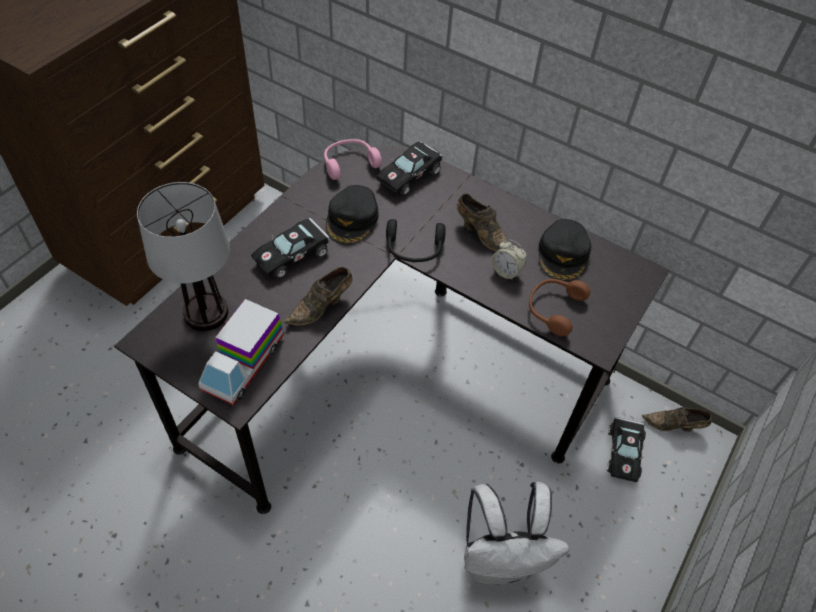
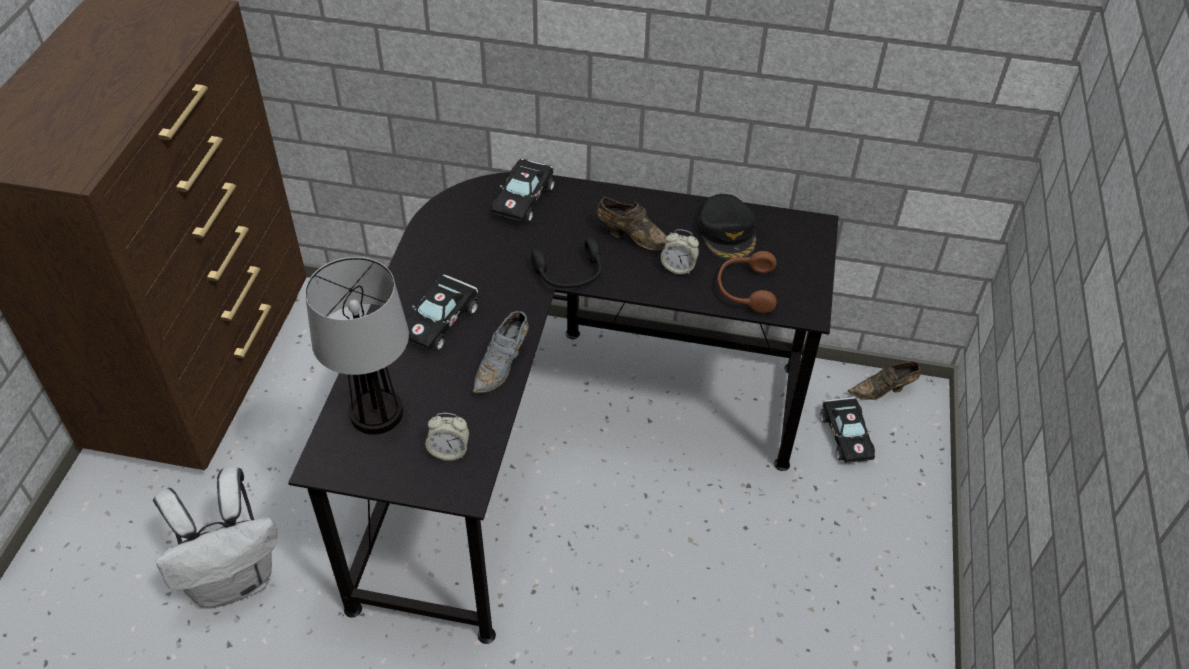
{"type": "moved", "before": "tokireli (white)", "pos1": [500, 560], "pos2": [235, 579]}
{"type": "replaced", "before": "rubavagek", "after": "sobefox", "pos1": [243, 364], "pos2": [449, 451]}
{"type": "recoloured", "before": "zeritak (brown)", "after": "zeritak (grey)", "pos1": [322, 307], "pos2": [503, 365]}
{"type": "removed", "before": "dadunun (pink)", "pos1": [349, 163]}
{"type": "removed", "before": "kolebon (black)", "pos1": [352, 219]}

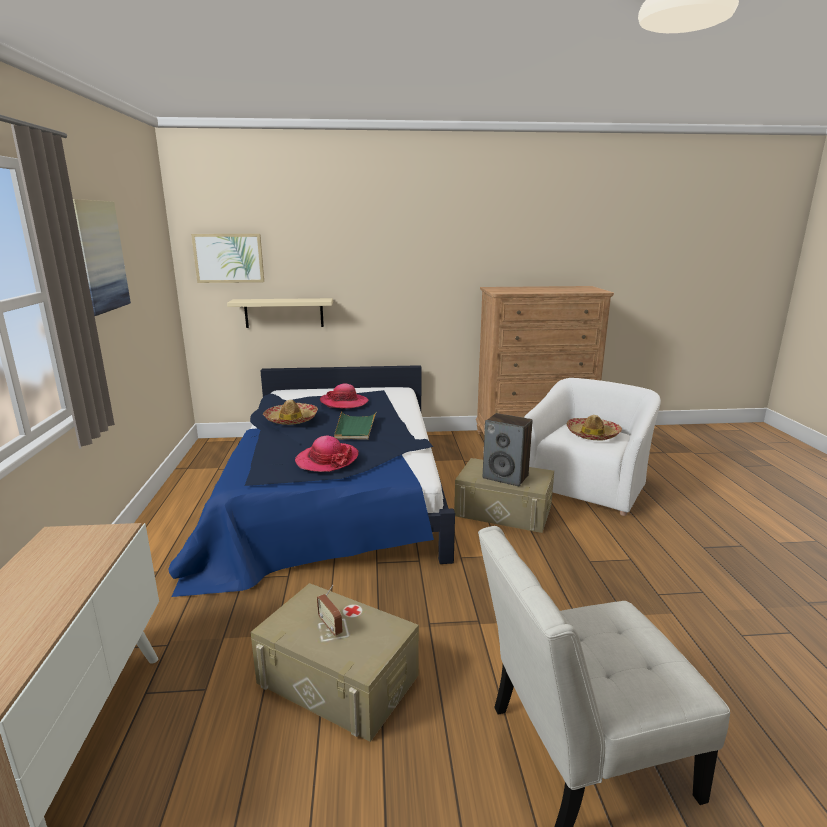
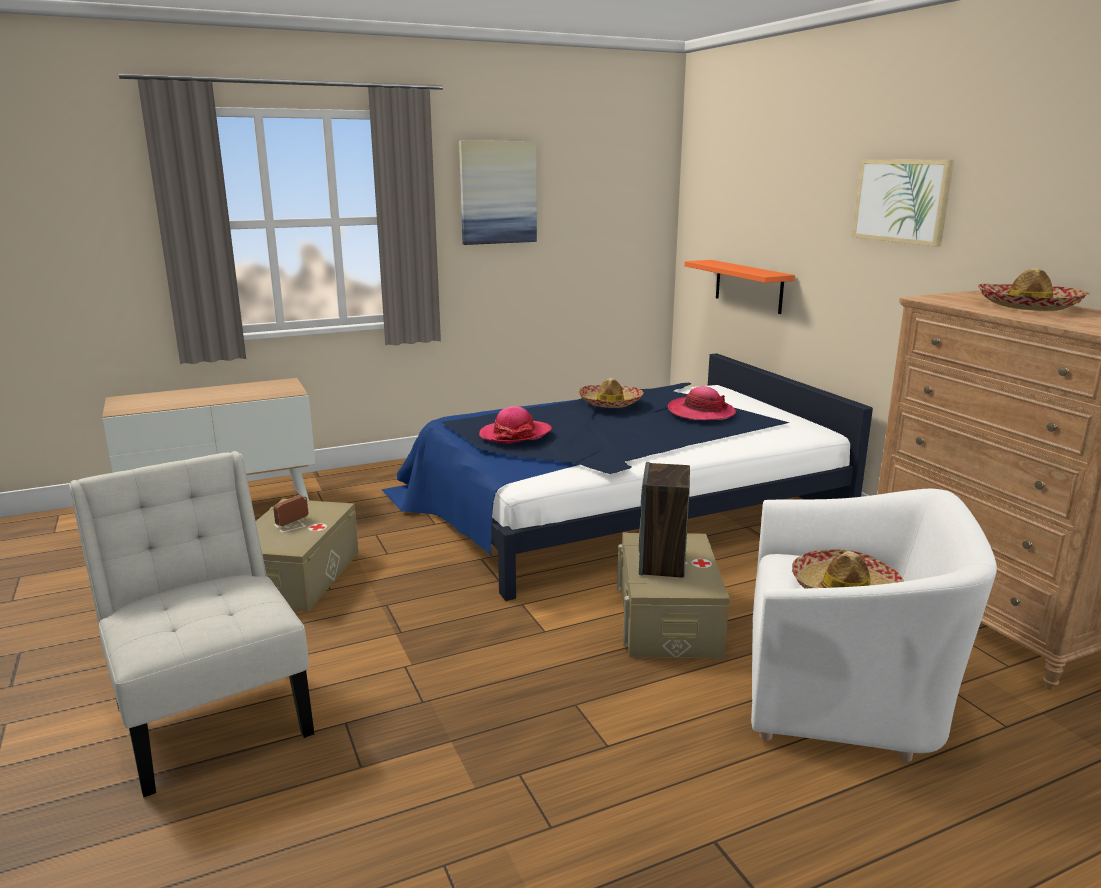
{"type": "recoloured", "before": "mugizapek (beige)", "after": "mugizapek (orange)", "pos1": [284, 313], "pos2": [748, 286]}
{"type": "moved", "before": "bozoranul", "pos1": [229, 258], "pos2": [901, 201]}
{"type": "added", "after": "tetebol", "pos2": [1029, 306]}
{"type": "removed", "before": "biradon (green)", "pos1": [355, 428]}

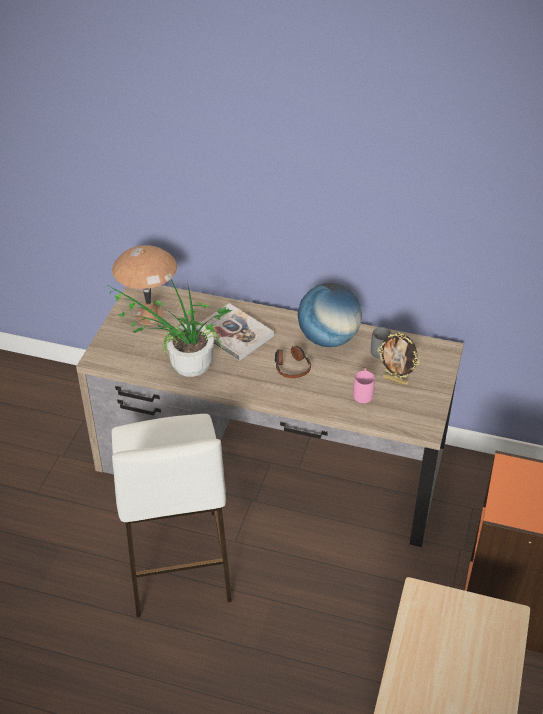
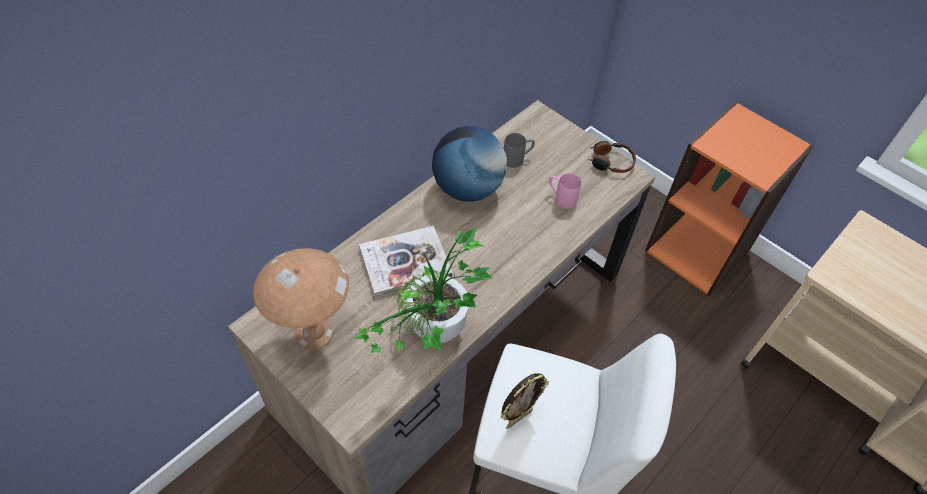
{"type": "moved", "before": "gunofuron", "pos1": [395, 380], "pos2": [518, 418]}
{"type": "moved", "before": "dadunun", "pos1": [291, 366], "pos2": [610, 162]}

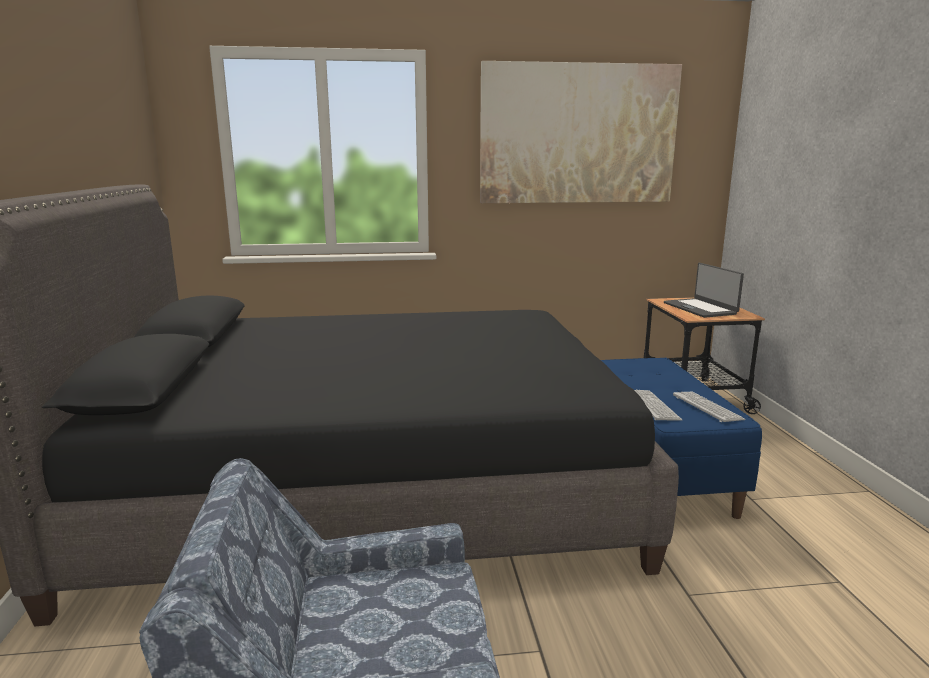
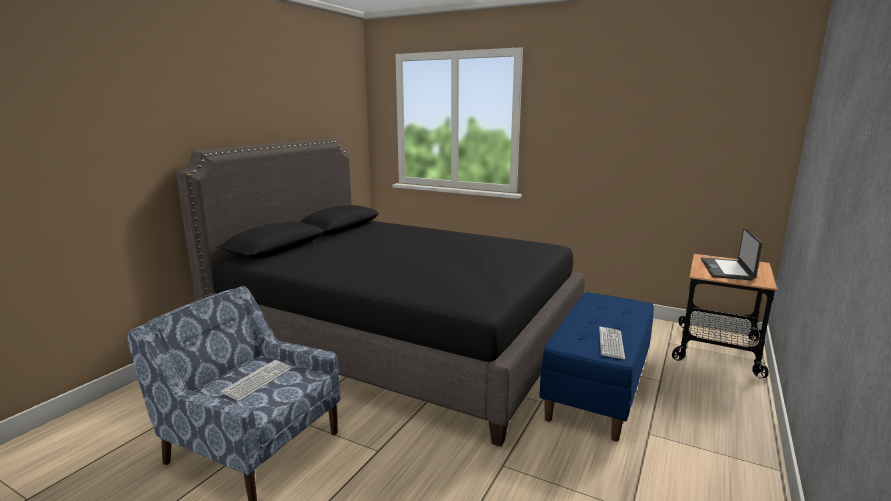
{"type": "moved", "before": "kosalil", "pos1": [653, 406], "pos2": [258, 381]}
{"type": "removed", "before": "bozoranul", "pos1": [578, 134]}

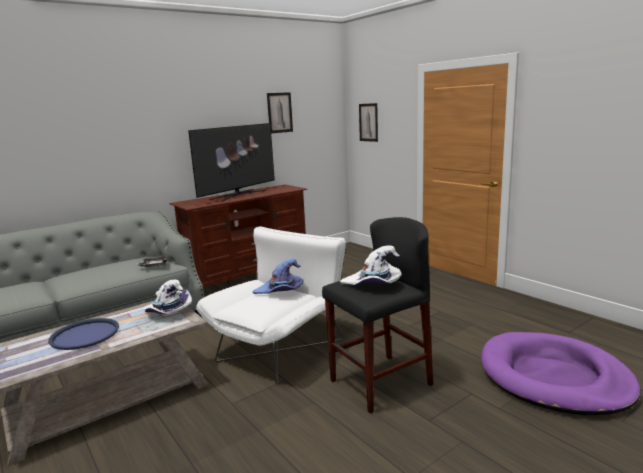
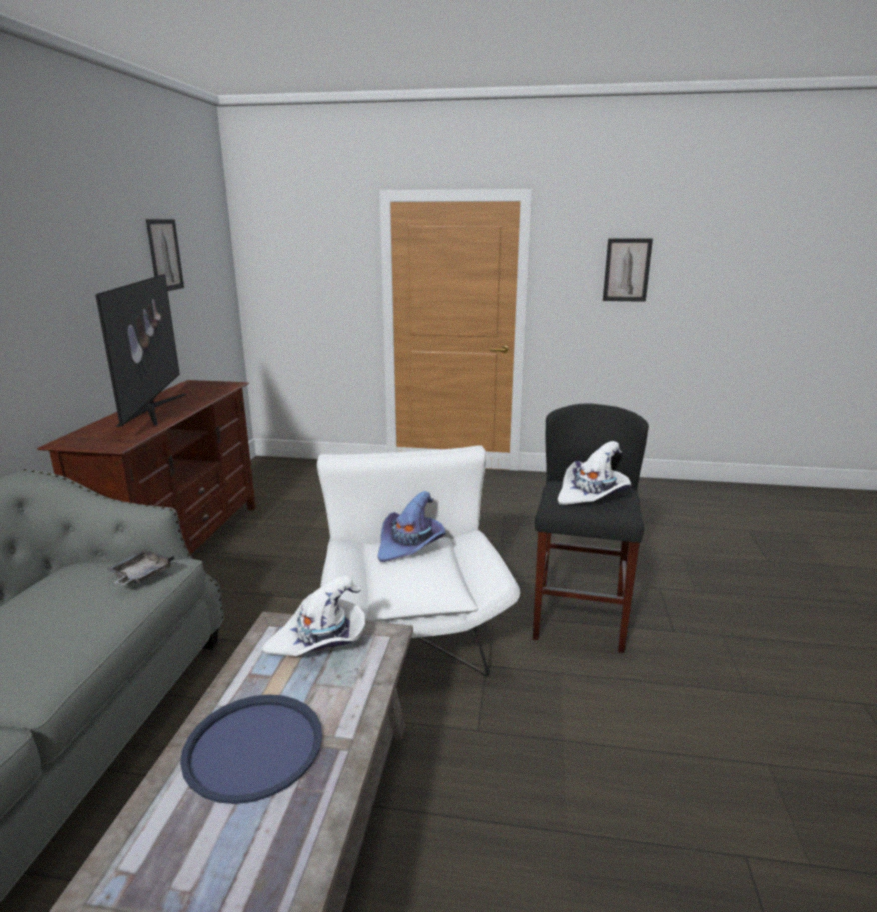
{"type": "moved", "before": "bozoranul", "pos1": [368, 122], "pos2": [627, 270]}
{"type": "removed", "before": "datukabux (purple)", "pos1": [554, 377]}

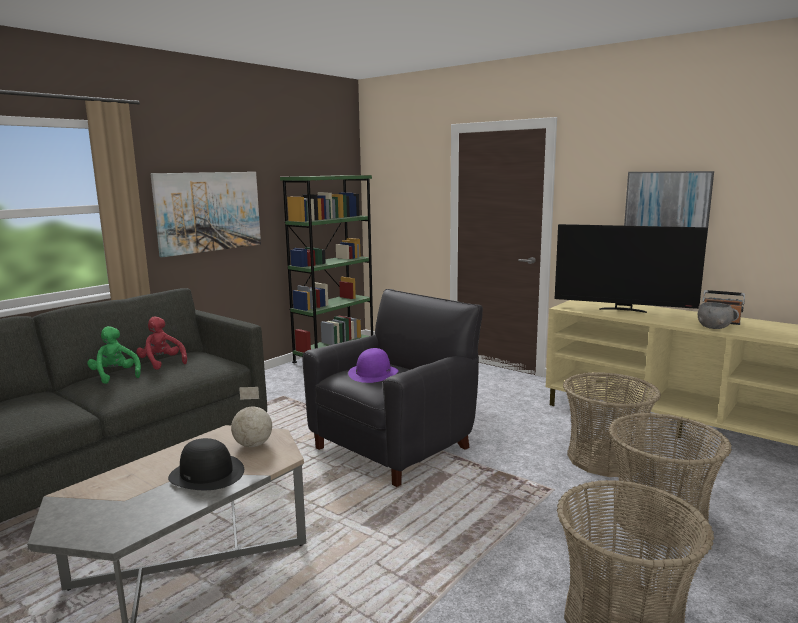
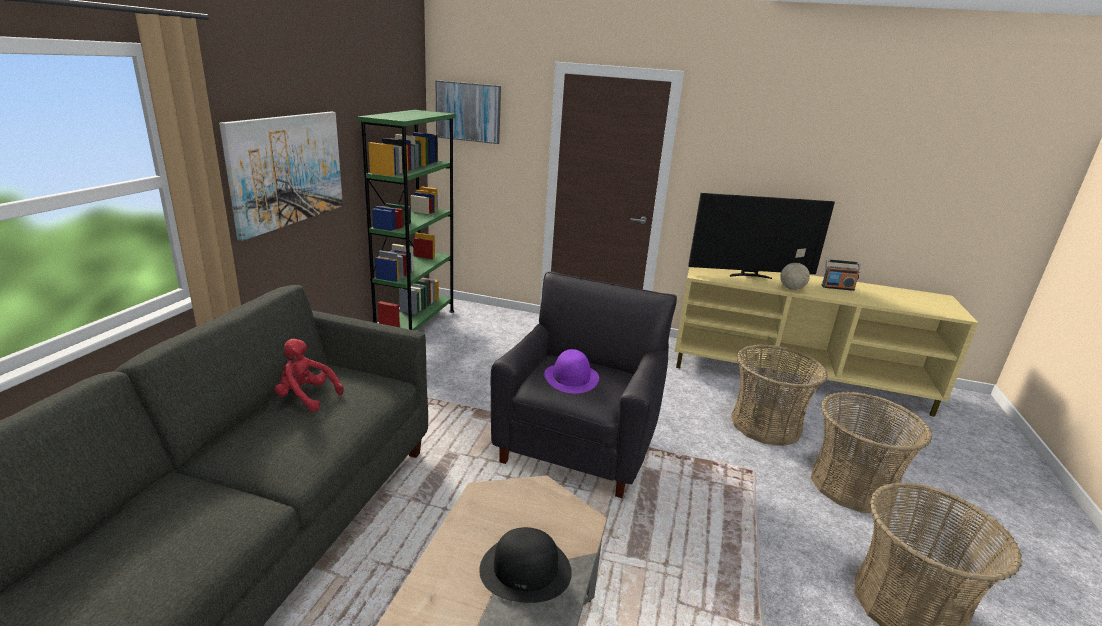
{"type": "moved", "before": "bozoranul", "pos1": [667, 204], "pos2": [468, 112]}
{"type": "moved", "before": "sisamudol", "pos1": [253, 445], "pos2": [792, 289]}
{"type": "removed", "before": "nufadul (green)", "pos1": [115, 376]}
{"type": "removed", "before": "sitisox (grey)", "pos1": [713, 327]}

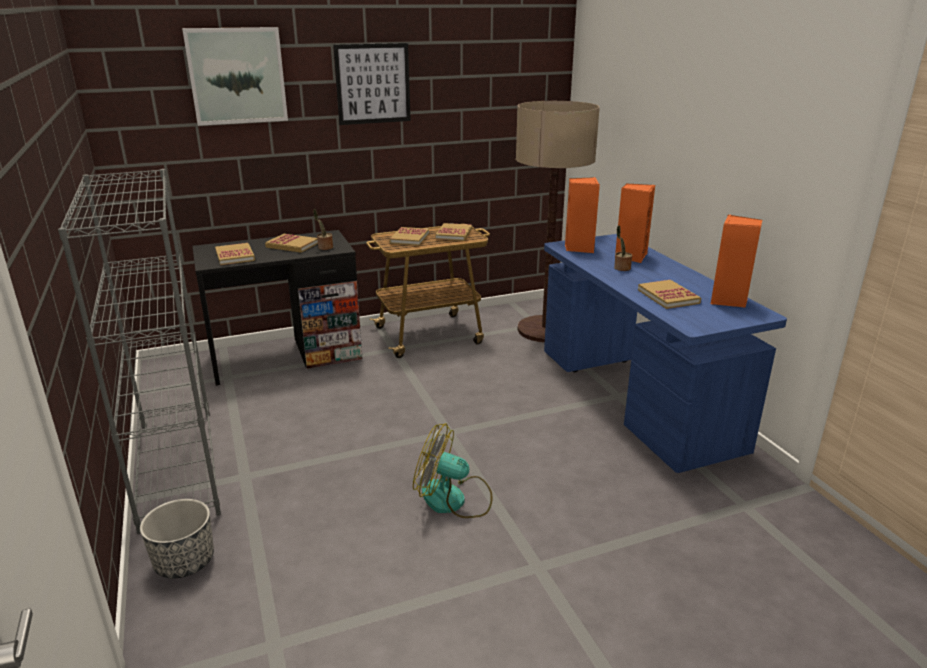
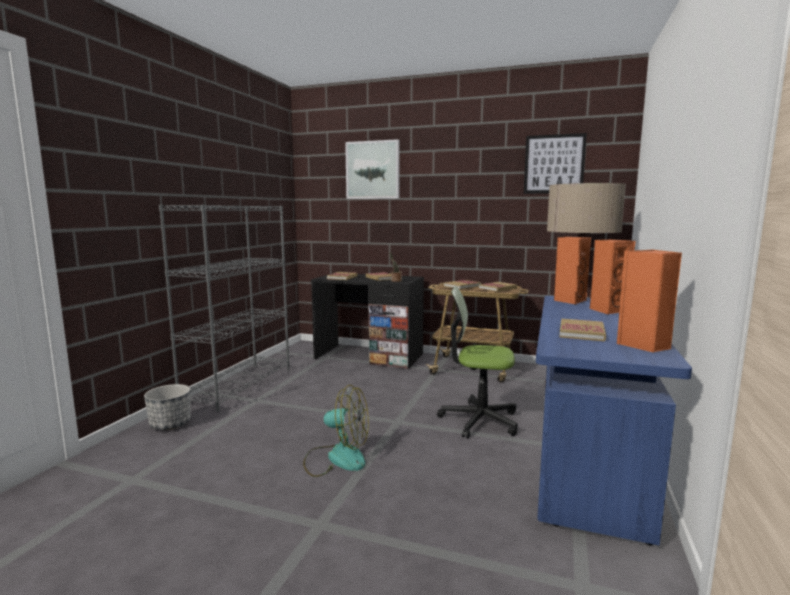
{"type": "turned", "before": "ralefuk", "pos1": [454, 499], "pos2": [337, 458], "turn": 135}
{"type": "added", "after": "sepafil", "pos2": [479, 420]}
{"type": "moved", "before": "bozoranul", "pos1": [373, 84], "pos2": [554, 164]}
{"type": "removed", "before": "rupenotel", "pos1": [621, 268]}

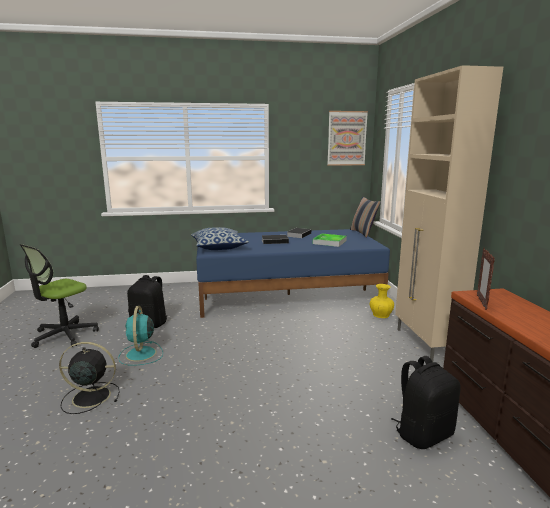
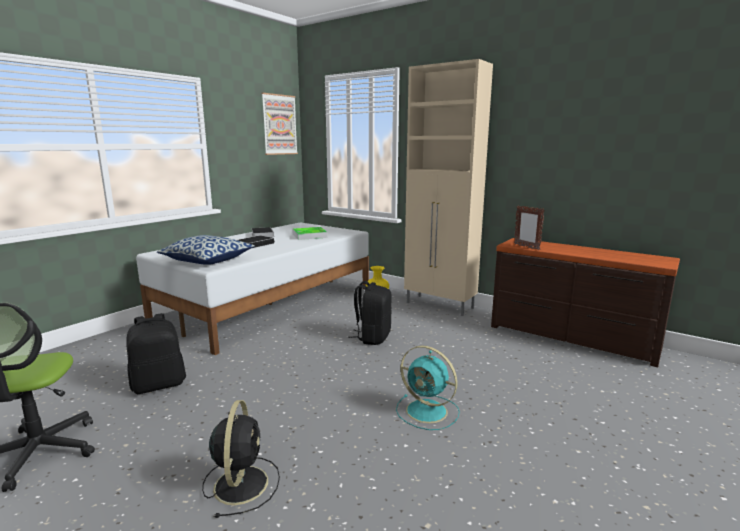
{"type": "recoloured", "before": "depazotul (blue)", "after": "depazotul (white)", "pos1": [288, 294], "pos2": [270, 304]}
{"type": "turned", "before": "ralefuk (black)", "pos1": [89, 397], "pos2": [241, 483], "turn": 135}
{"type": "moved", "before": "tokireli (black)", "pos1": [423, 434], "pos2": [372, 337]}
{"type": "moved", "before": "ralefuk (turquoise)", "pos1": [141, 354], "pos2": [428, 411]}
{"type": "removed", "before": "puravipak", "pos1": [363, 233]}

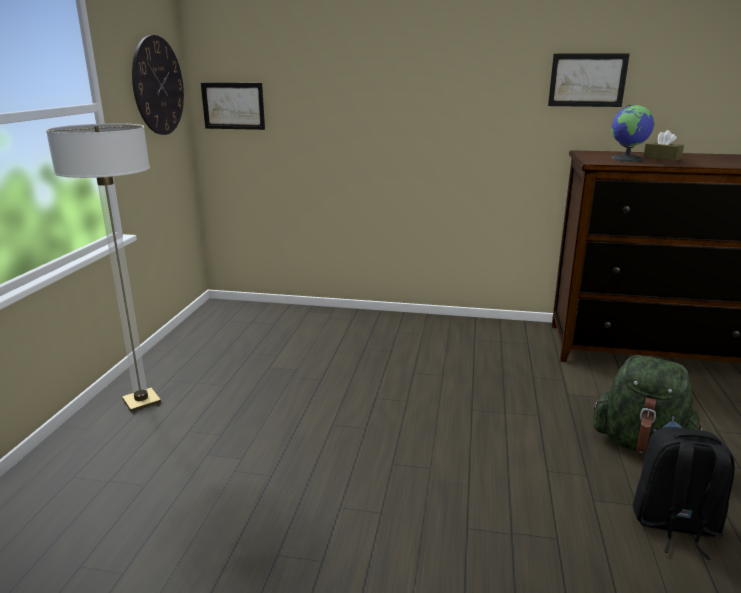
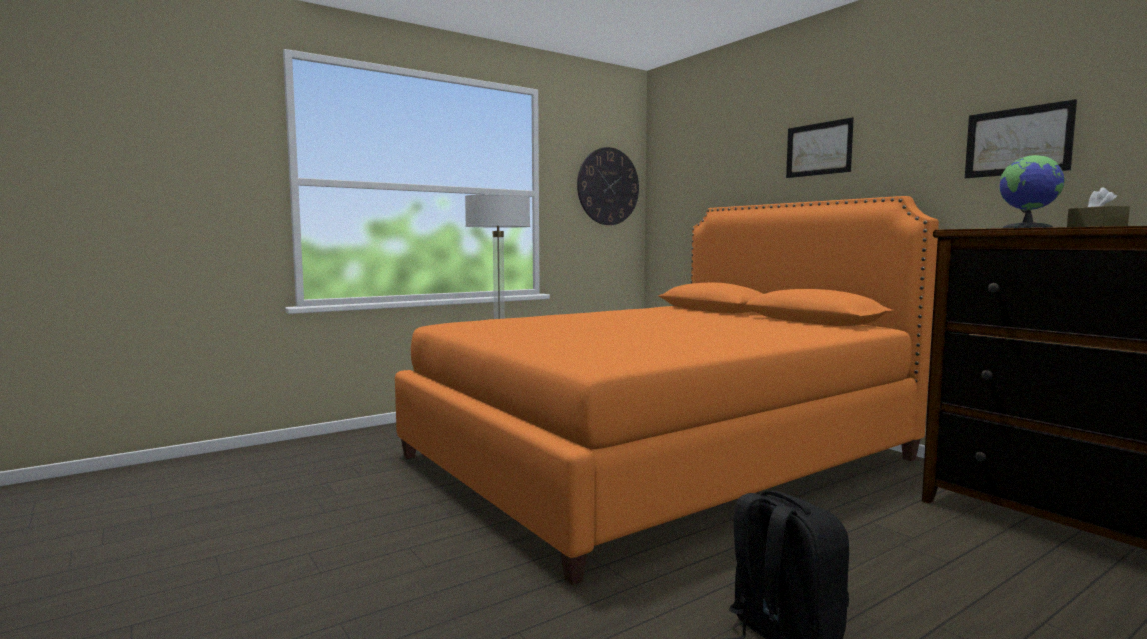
{"type": "added", "after": "depazotul (orange)", "pos2": [658, 457]}
{"type": "moved", "before": "bozoranul", "pos1": [233, 106], "pos2": [818, 149]}
{"type": "removed", "before": "tokireli (green)", "pos1": [641, 444]}

